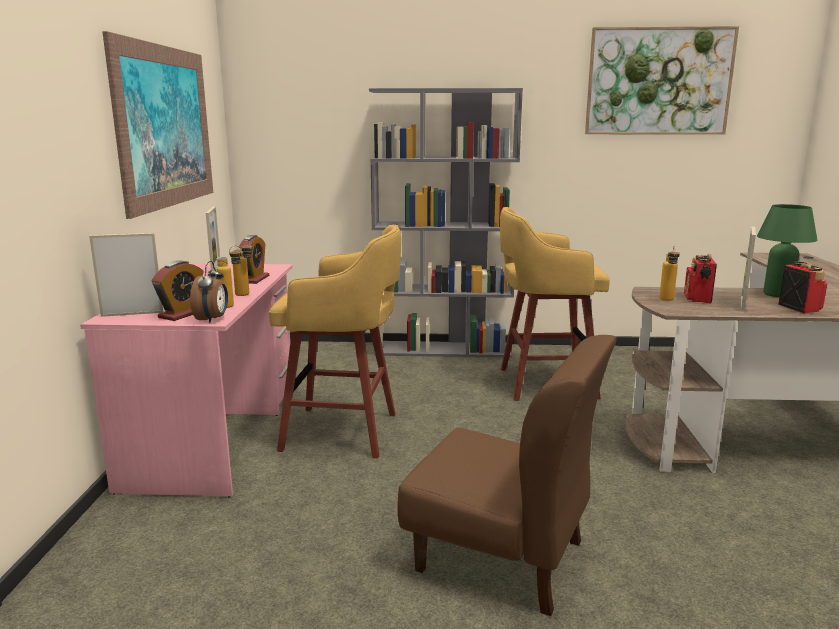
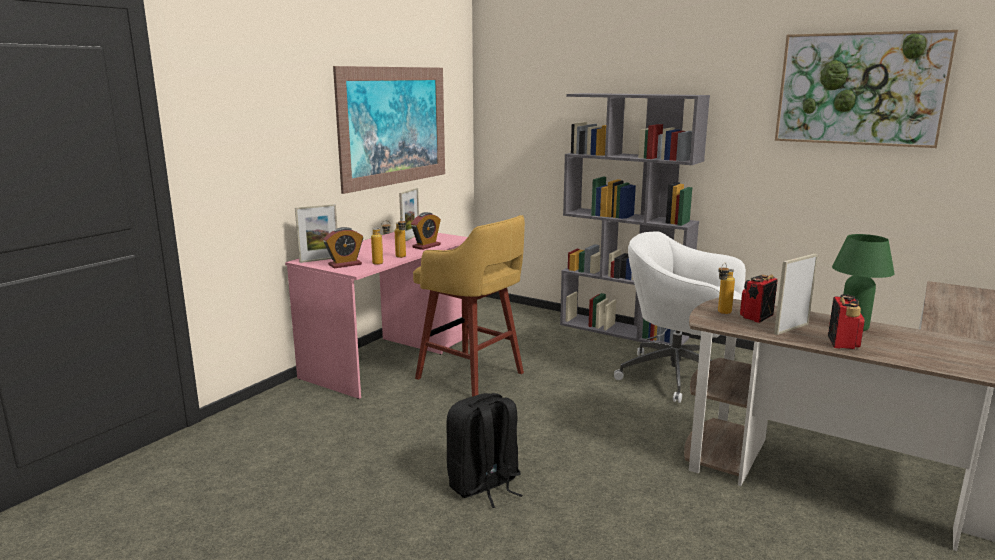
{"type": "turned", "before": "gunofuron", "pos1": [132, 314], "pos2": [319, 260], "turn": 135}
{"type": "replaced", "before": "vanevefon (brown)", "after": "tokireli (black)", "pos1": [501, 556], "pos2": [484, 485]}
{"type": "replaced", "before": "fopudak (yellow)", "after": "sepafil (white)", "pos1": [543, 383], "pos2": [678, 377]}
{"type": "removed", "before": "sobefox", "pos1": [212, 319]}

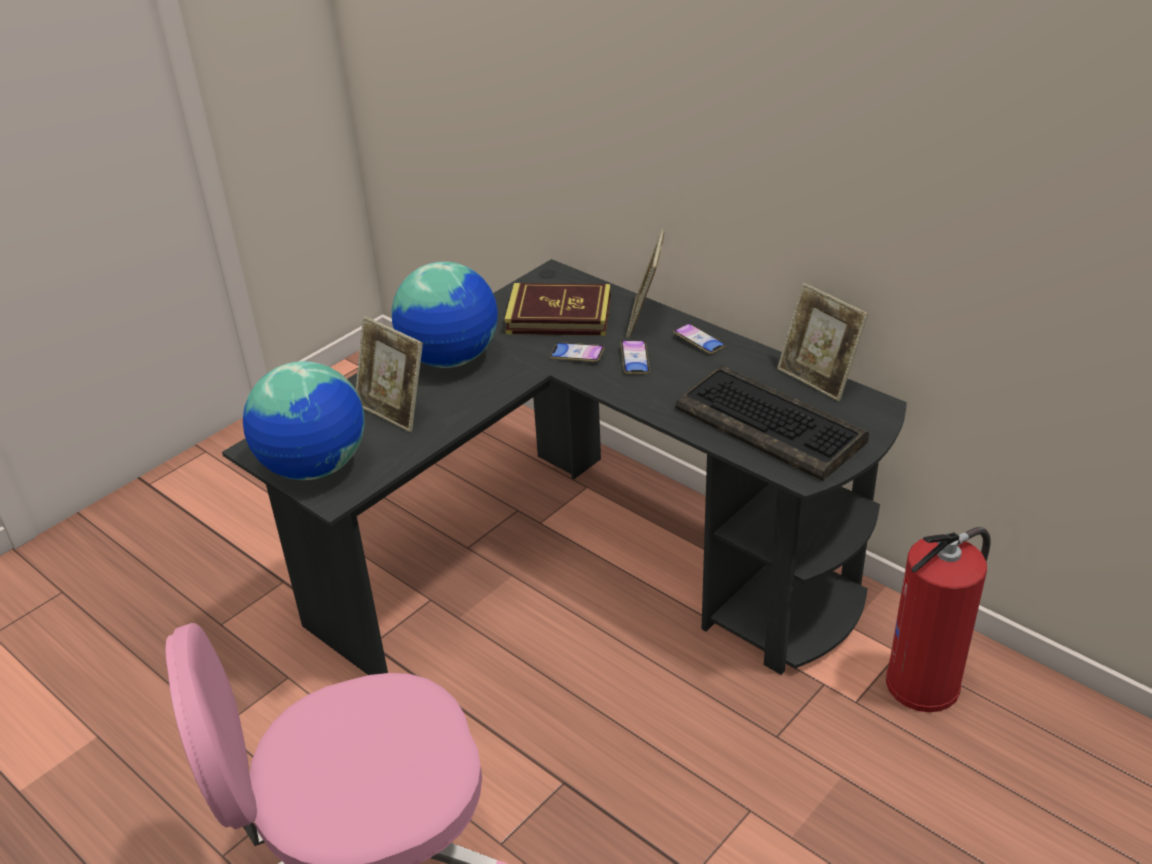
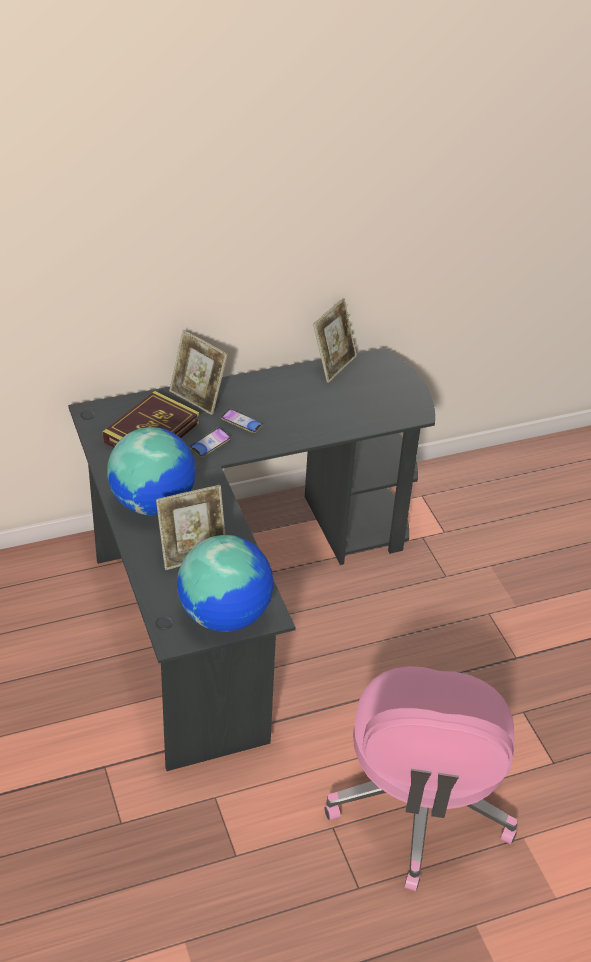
{"type": "turned", "before": "gunofuron", "pos1": [817, 379], "pos2": [333, 365], "turn": -45}
{"type": "removed", "before": "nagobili", "pos1": [699, 342]}
{"type": "removed", "before": "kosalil", "pos1": [772, 425]}
{"type": "removed", "before": "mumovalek", "pos1": [925, 683]}

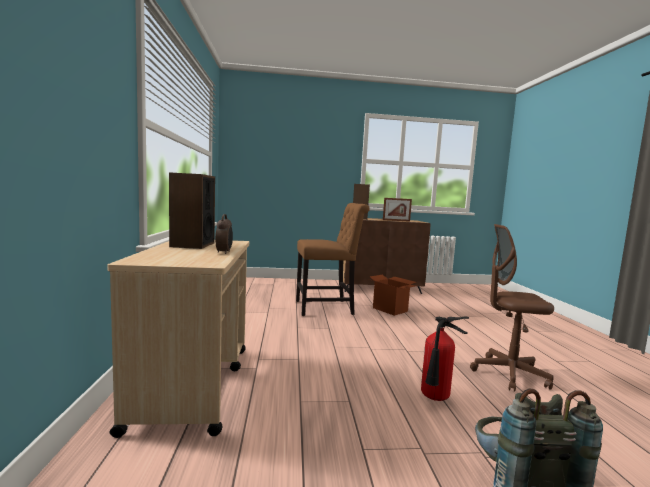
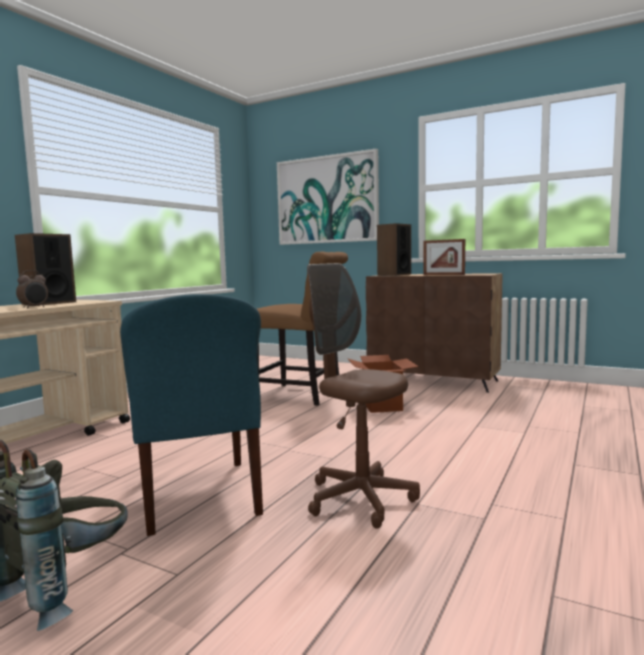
{"type": "replaced", "before": "mumovalek", "after": "vanevefon (blue)", "pos1": [435, 399], "pos2": [199, 497]}
{"type": "added", "after": "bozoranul", "pos2": [327, 200]}

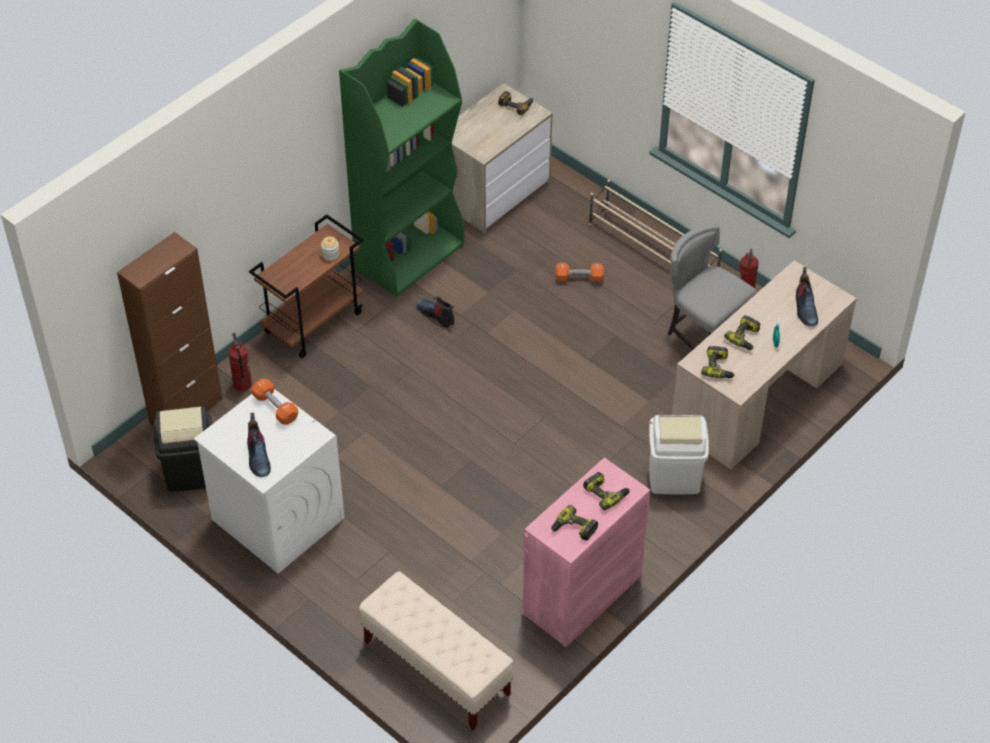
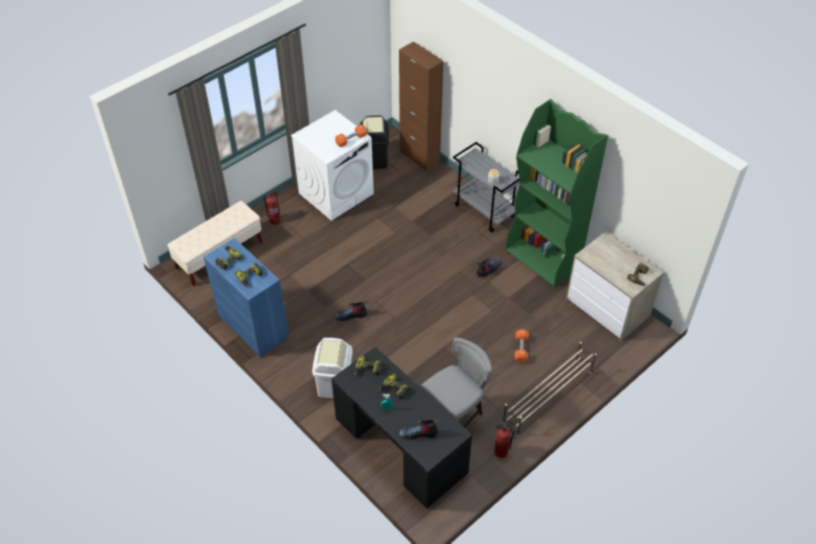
{"type": "recoloured", "before": "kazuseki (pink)", "after": "kazuseki (blue)", "pos1": [582, 594], "pos2": [253, 326]}
{"type": "moved", "before": "mumovalek", "pos1": [242, 384], "pos2": [275, 220]}
{"type": "recoloured", "before": "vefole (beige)", "after": "vefole (black)", "pos1": [756, 395], "pos2": [400, 444]}
{"type": "moved", "before": "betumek", "pos1": [258, 457], "pos2": [351, 315]}
{"type": "recoloured", "before": "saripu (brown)", "after": "saripu (grey)", "pos1": [314, 322], "pos2": [485, 211]}

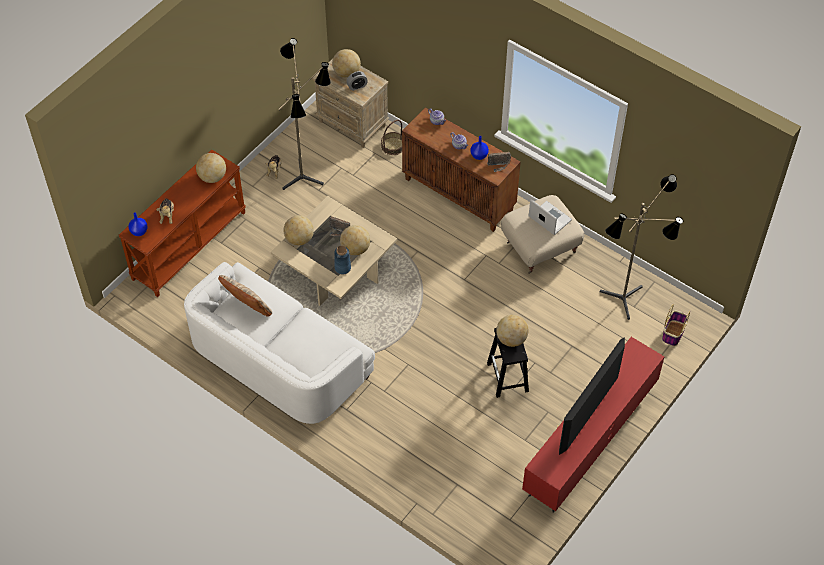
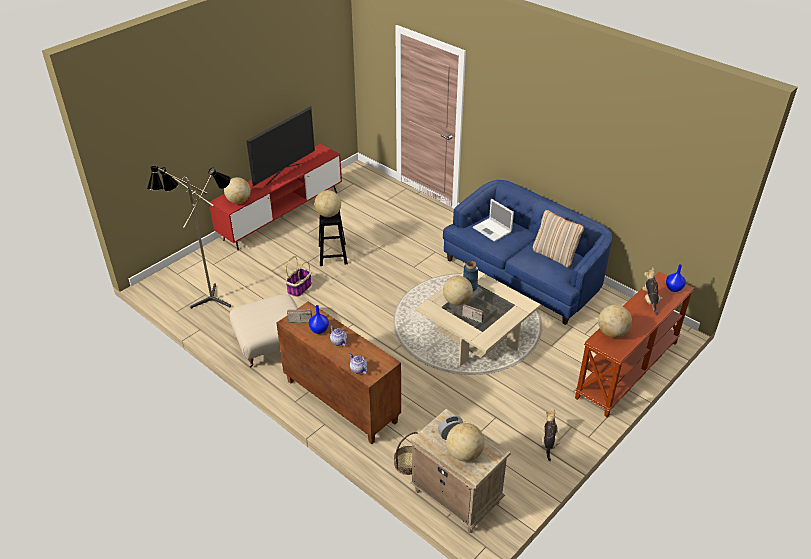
{"type": "moved", "before": "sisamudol", "pos1": [299, 239], "pos2": [239, 201]}
{"type": "moved", "before": "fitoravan", "pos1": [673, 333], "pos2": [299, 288]}
{"type": "recoloured", "before": "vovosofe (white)", "after": "vovosofe (blue)", "pos1": [278, 361], "pos2": [524, 275]}
{"type": "moved", "before": "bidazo", "pos1": [549, 218], "pos2": [492, 230]}
{"type": "removed", "before": "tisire", "pos1": [306, 177]}

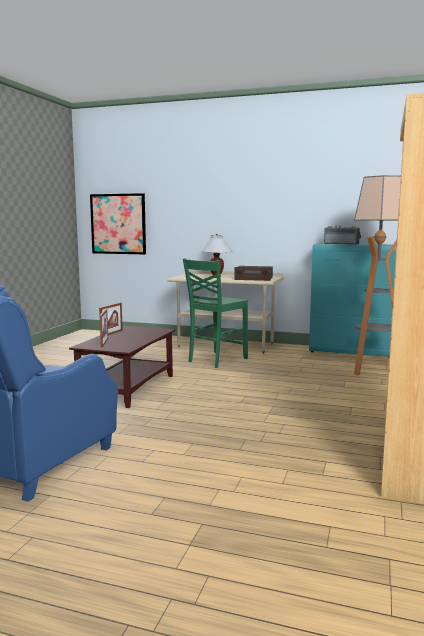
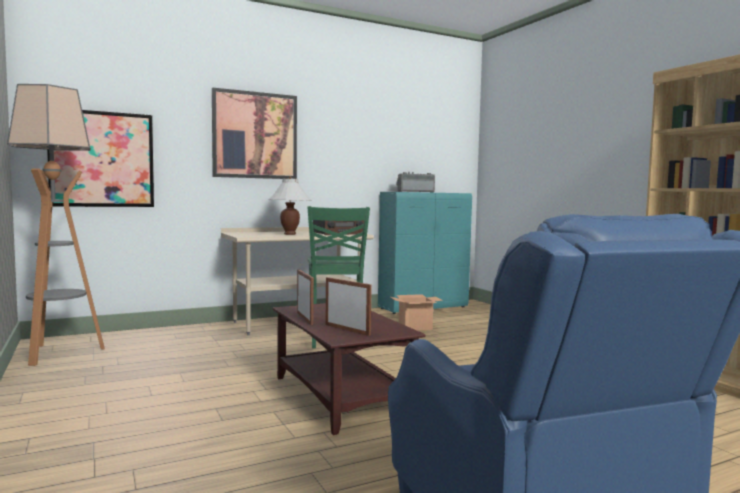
{"type": "moved", "before": "tisire", "pos1": [372, 369], "pos2": [59, 353]}
{"type": "added", "after": "bozoranul", "pos2": [255, 135]}
{"type": "added", "after": "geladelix", "pos2": [415, 327]}

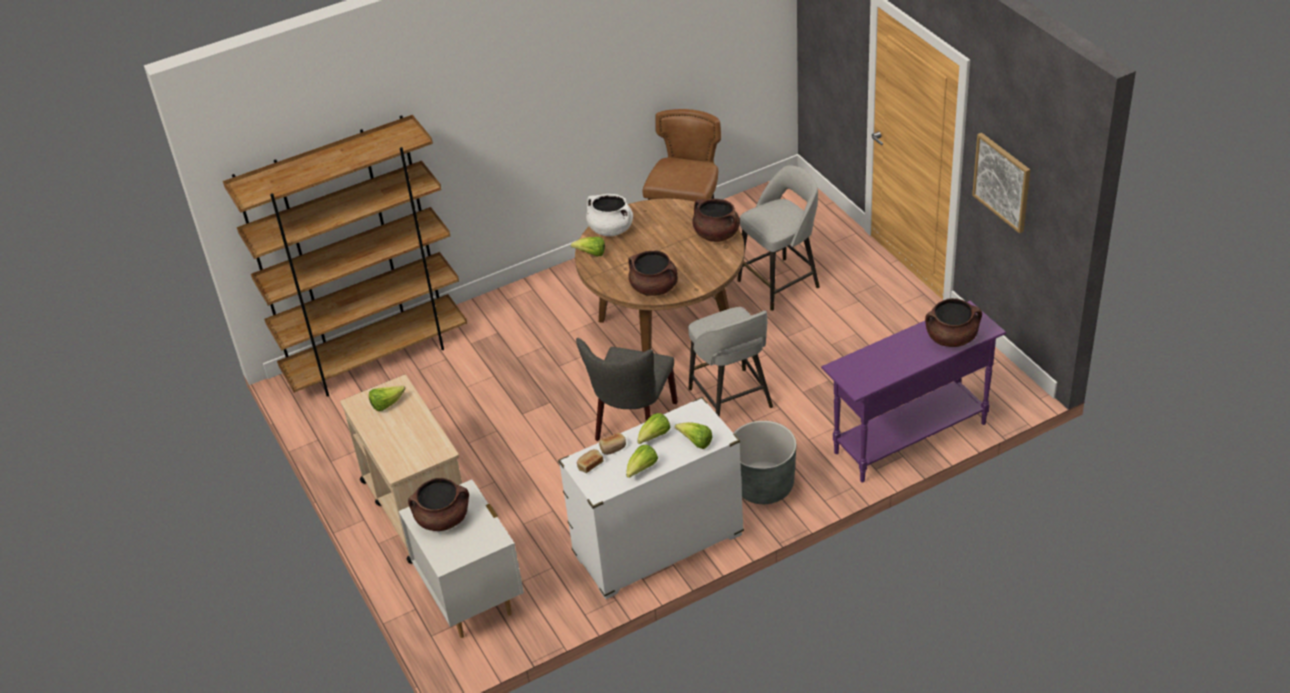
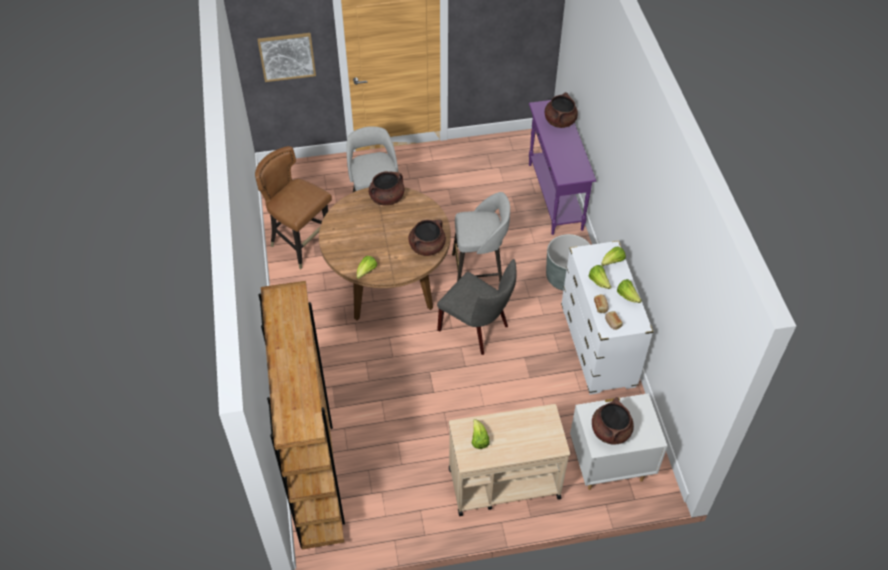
{"type": "moved", "before": "bozoranul", "pos1": [1002, 182], "pos2": [287, 56]}
{"type": "removed", "before": "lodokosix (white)", "pos1": [610, 229]}

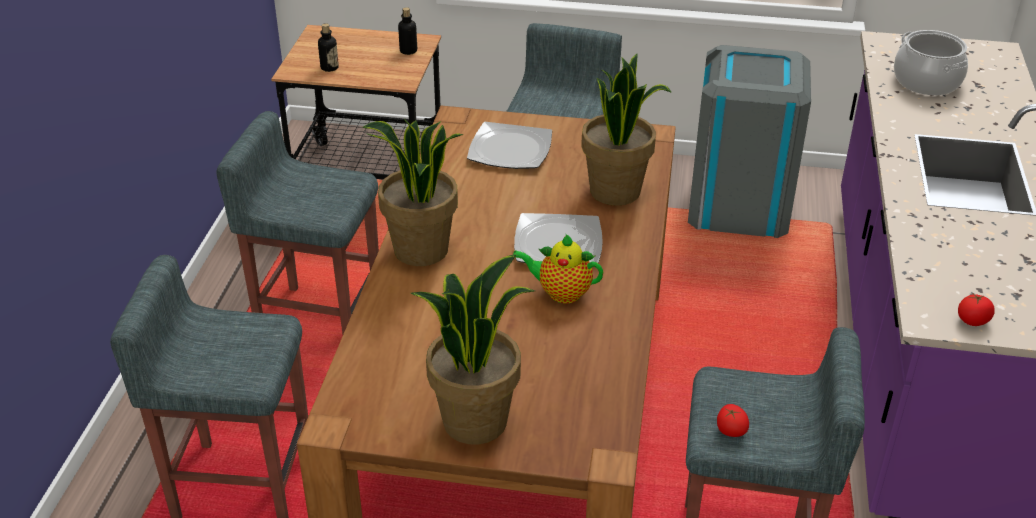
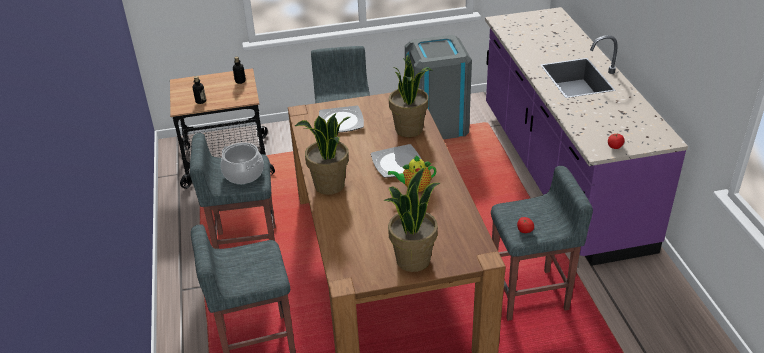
{"type": "moved", "before": "lodokosix", "pos1": [926, 82], "pos2": [243, 174]}

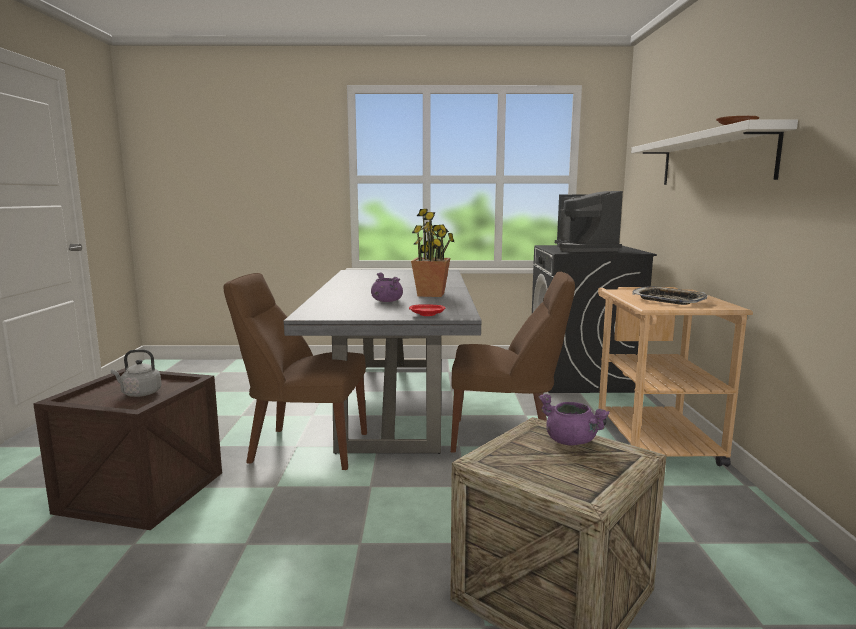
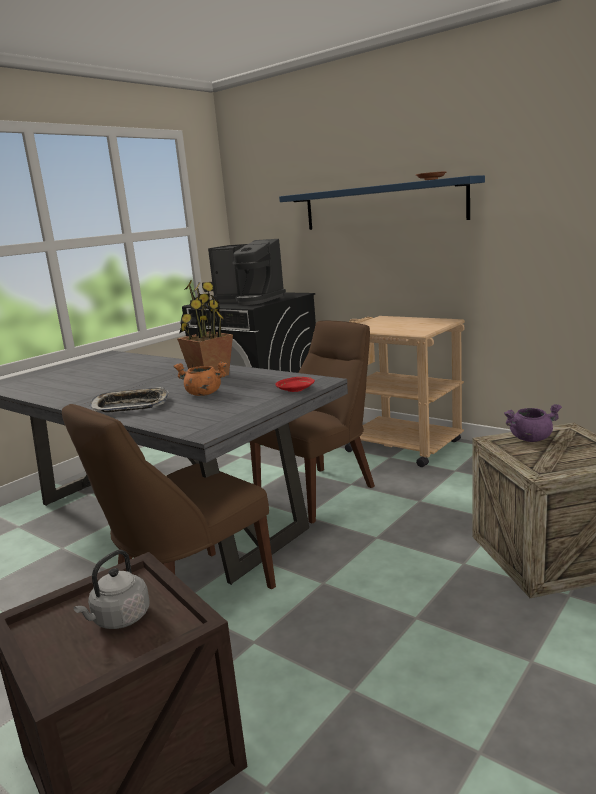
{"type": "moved", "before": "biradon", "pos1": [668, 300], "pos2": [130, 406]}
{"type": "recoloured", "before": "lodokosix (purple)", "after": "lodokosix (orange)", "pos1": [386, 301], "pos2": [203, 394]}
{"type": "recoloured", "before": "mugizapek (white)", "after": "mugizapek (blue)", "pos1": [713, 159], "pos2": [382, 205]}

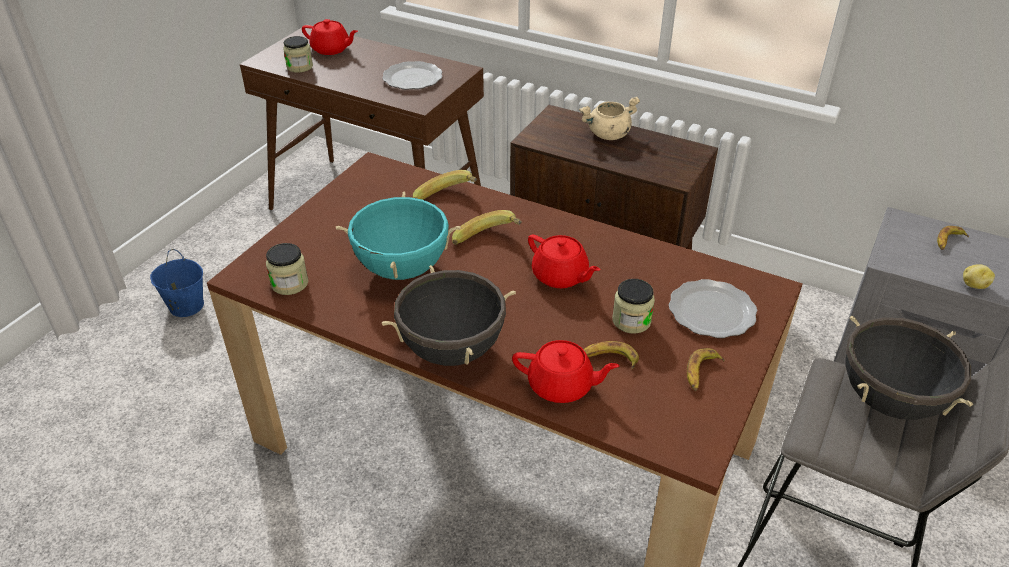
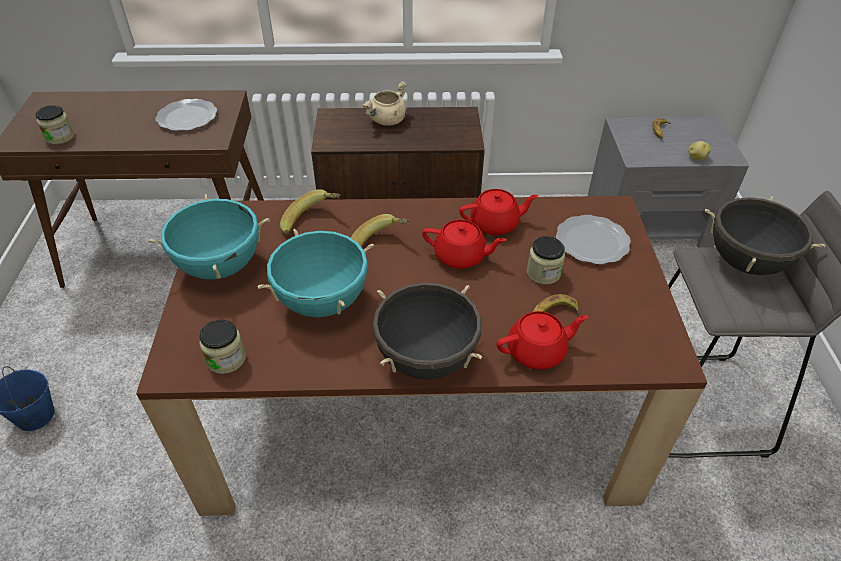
{"type": "added", "after": "lodokosix (turquoise)", "pos2": [220, 266]}
{"type": "moved", "before": "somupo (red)", "pos1": [331, 49], "pos2": [495, 224]}
{"type": "removed", "before": "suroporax", "pos1": [701, 373]}

